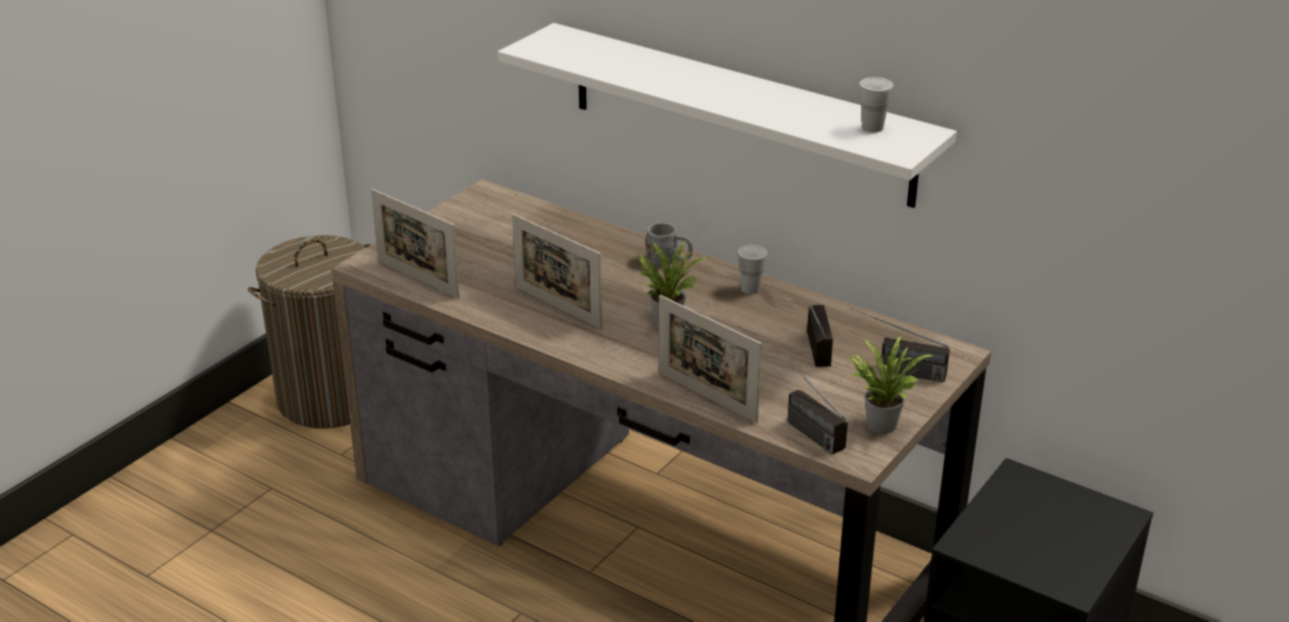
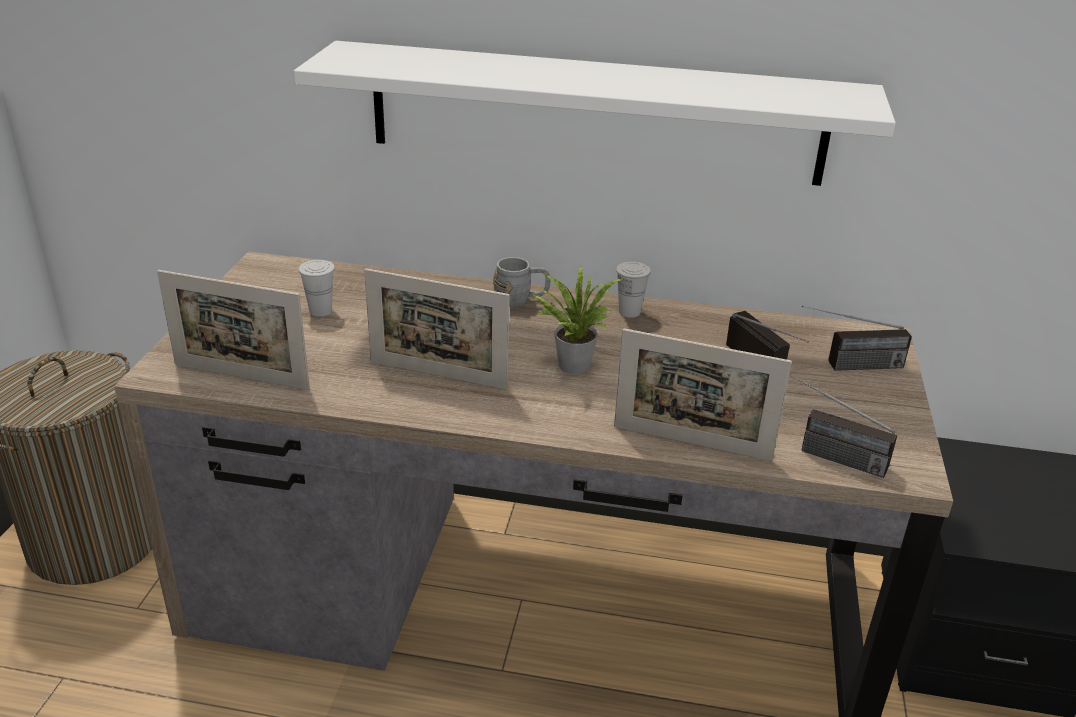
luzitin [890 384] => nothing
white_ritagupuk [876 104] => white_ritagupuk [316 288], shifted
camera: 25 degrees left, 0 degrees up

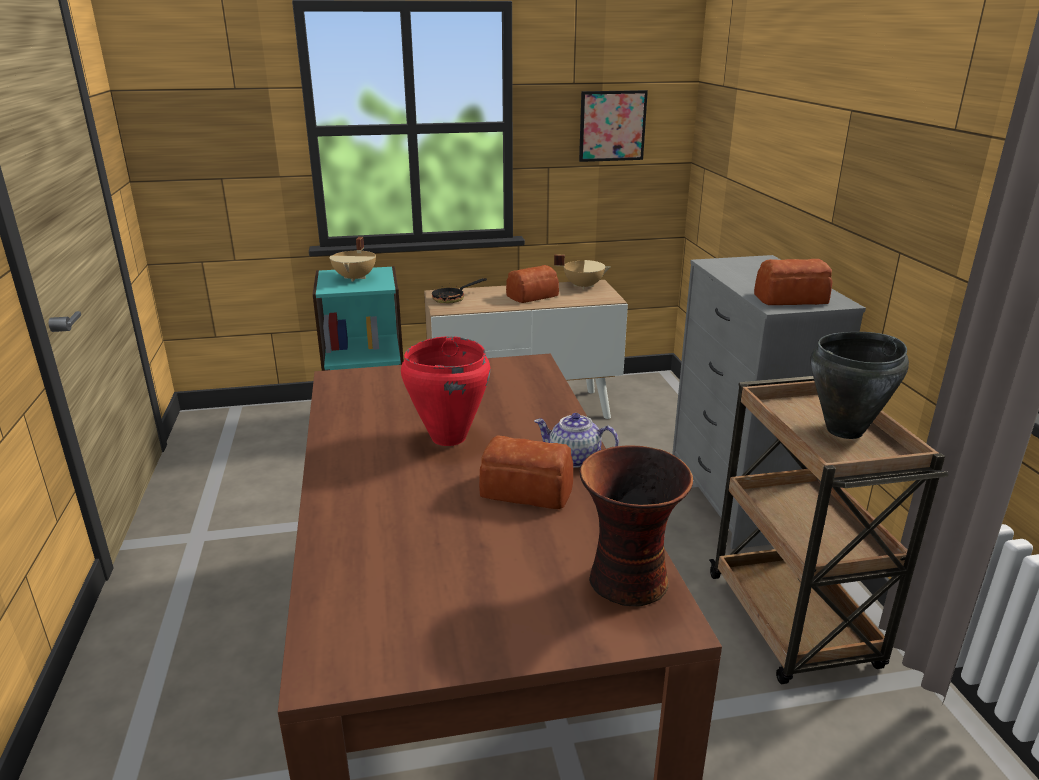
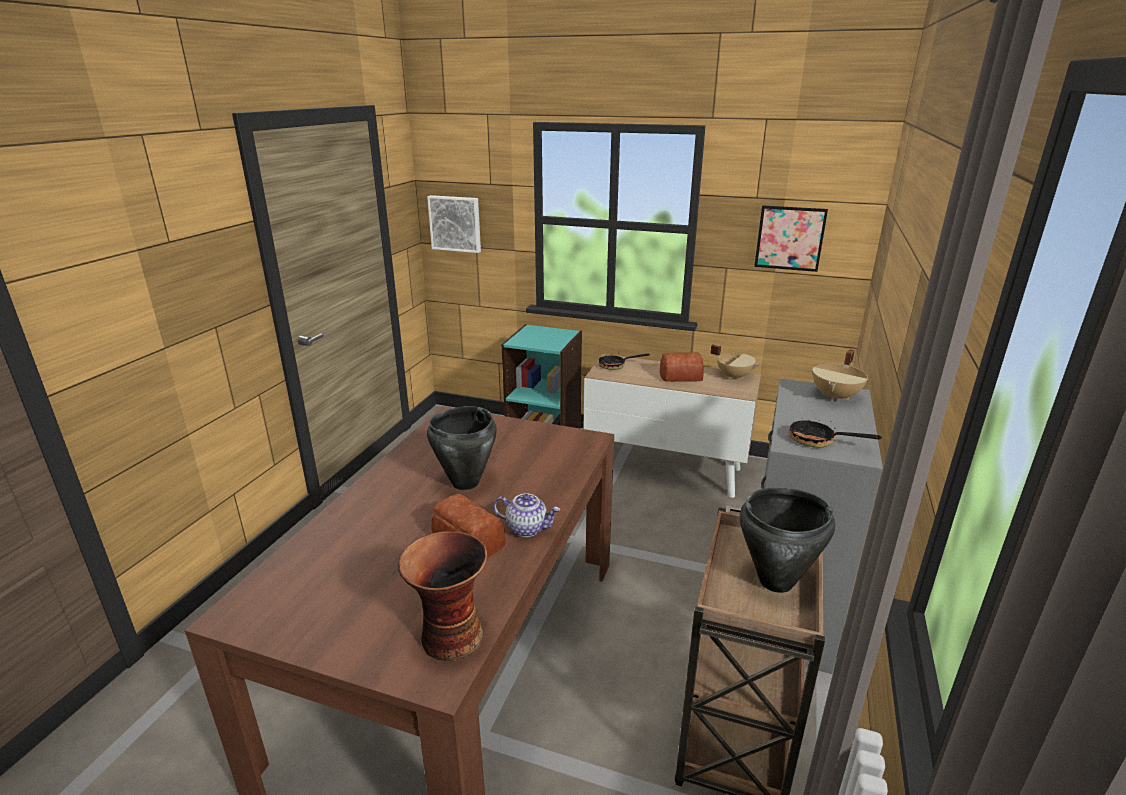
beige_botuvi [353 259] => beige_botuvi [840 375], shifted
red_botuvi [445 391] => black_botuvi [462 448]
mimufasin [576 440] => mimufasin [526 515], 150 degrees clockwise
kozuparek [793 282] => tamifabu [835 434]
nothing => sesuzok [454 224]
camera: 30 degrees right, 0 degrees up

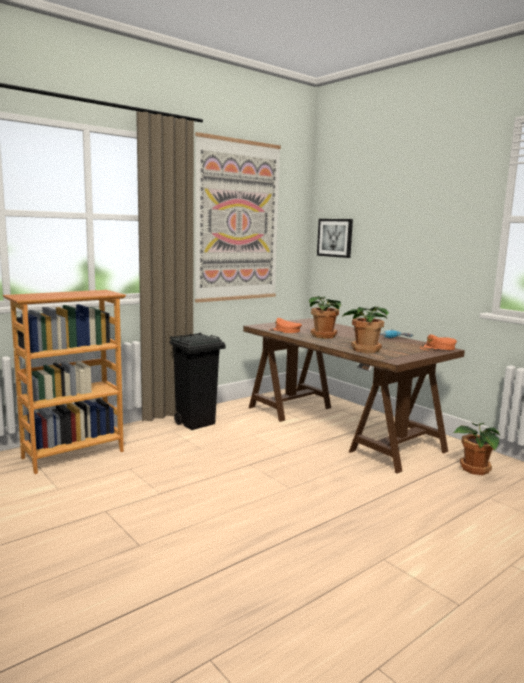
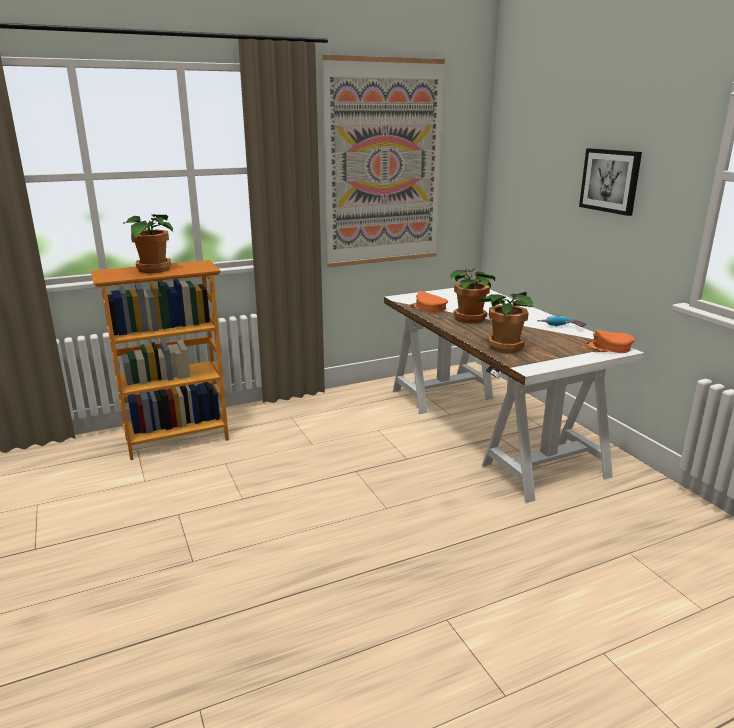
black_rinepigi [198 381] => nothing
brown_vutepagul [354 396] => white_vutepagul [514 395]
sesuzok [335 238] => sesuzok [610 182], shifted
luzitin [477 448] => luzitin [148 243], shifted
camera: 15 degrees right, 10 degrees up

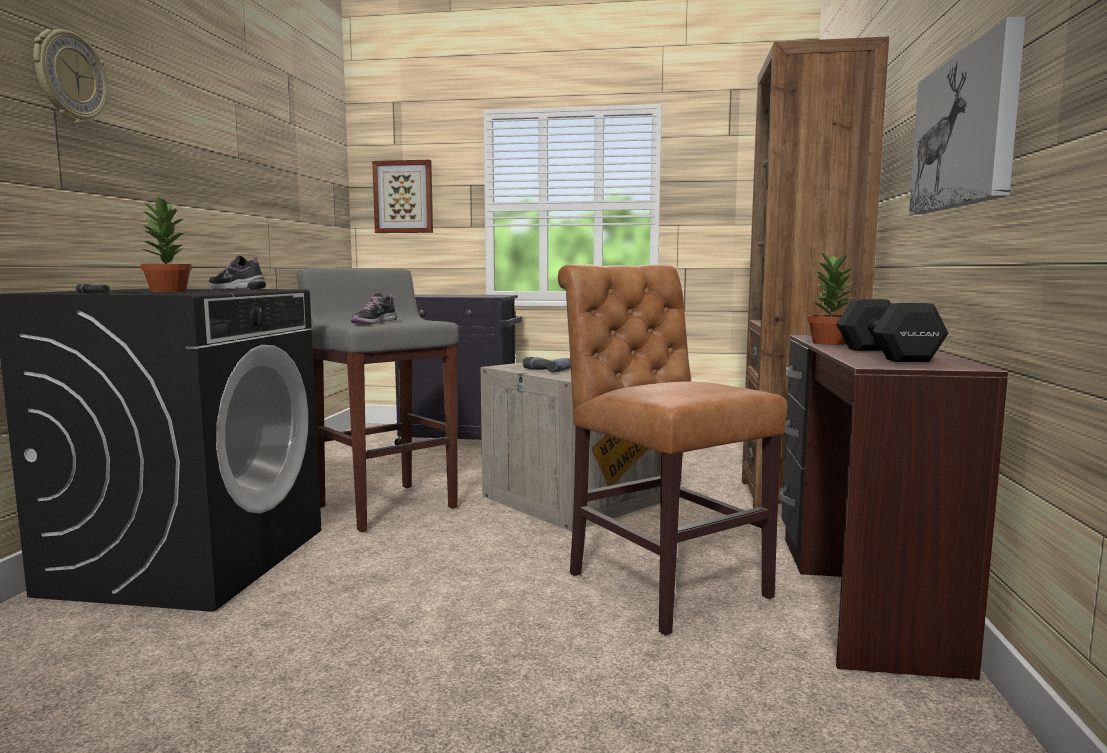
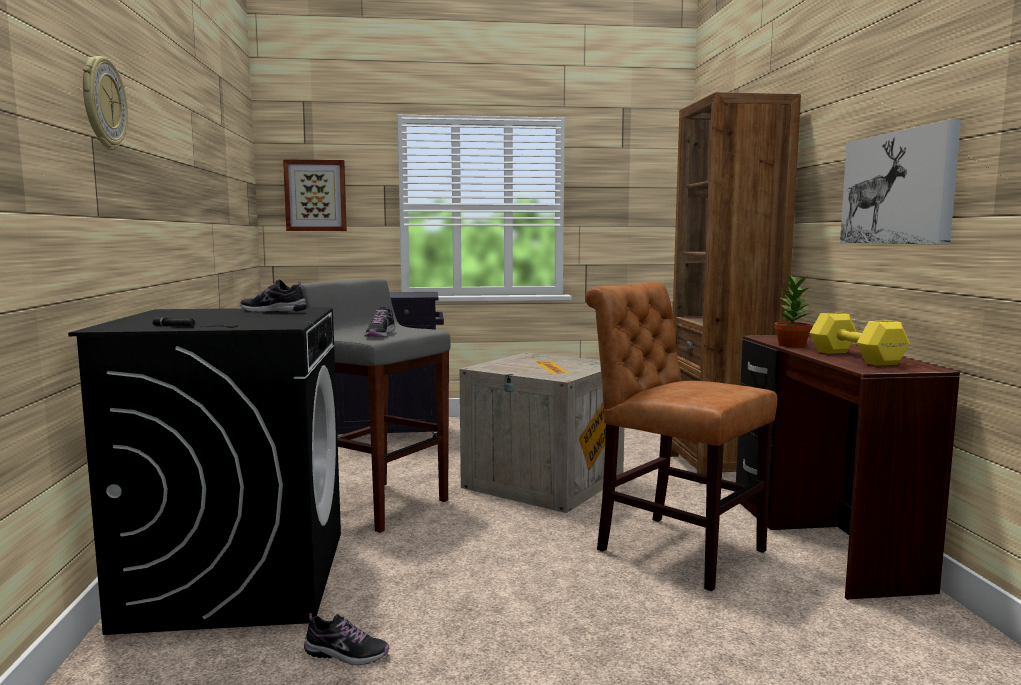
luzitin [165 244] => nothing
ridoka [547 365] => nothing
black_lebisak [892 330] => yellow_lebisak [860 339]
nothing => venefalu [347 639]
camera: 15 degrees left, 0 degrees up

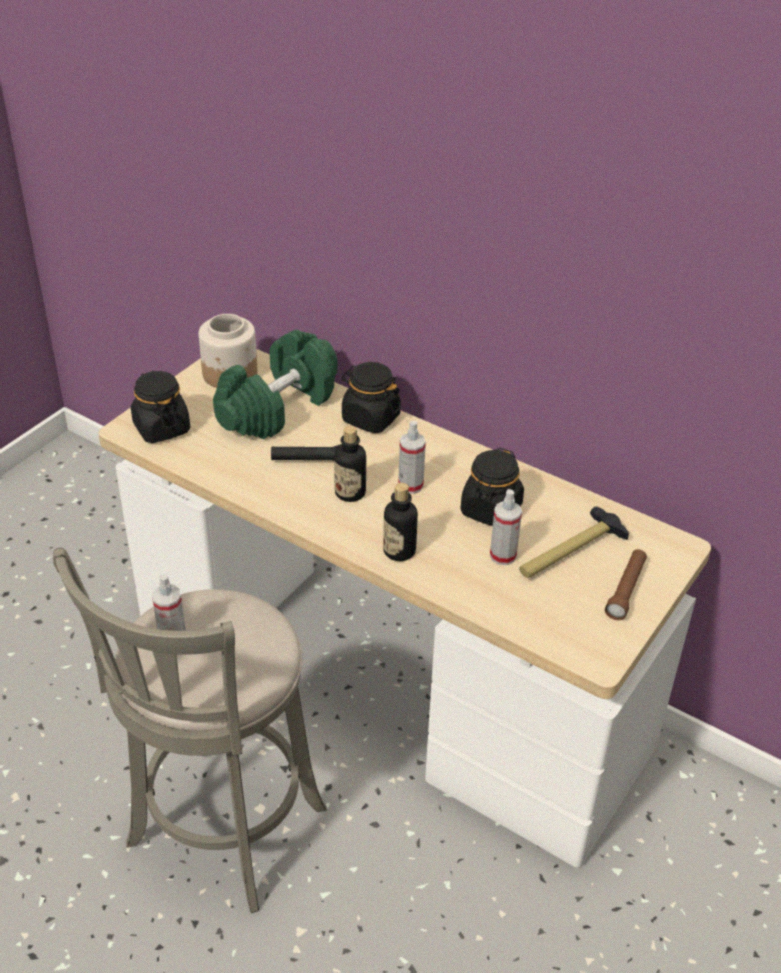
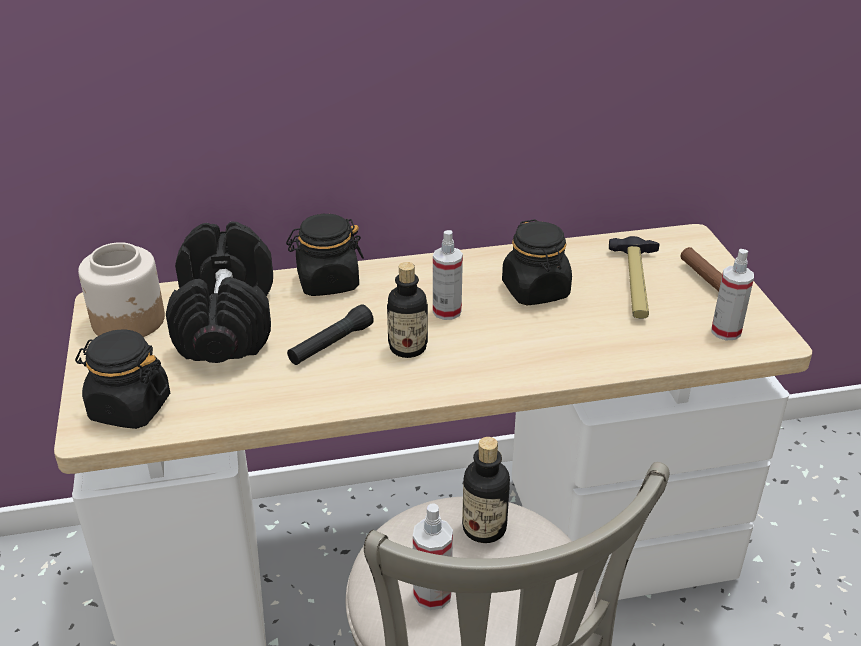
green_lebisak [275 385] => black_lebisak [219 292]
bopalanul [400 522] => bopalanul [486 490], shifted
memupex [506 527] => memupex [733 294], shifted
camera: 45 degrees left, 5 degrees down

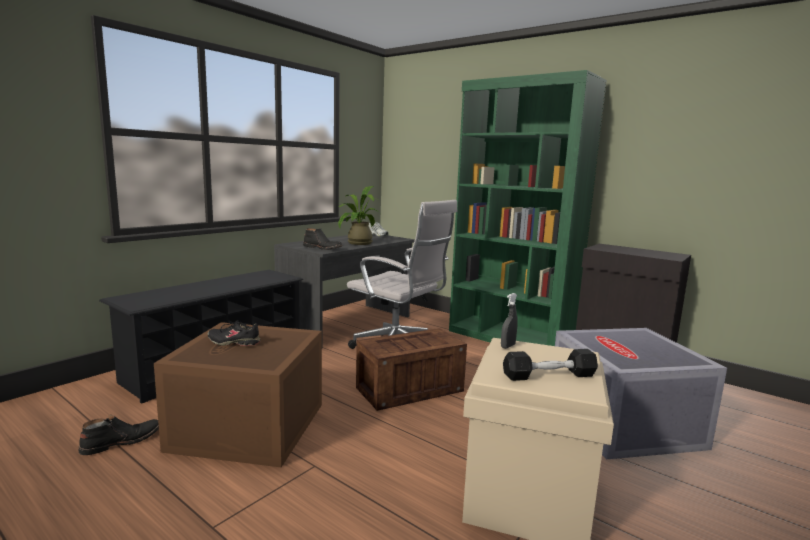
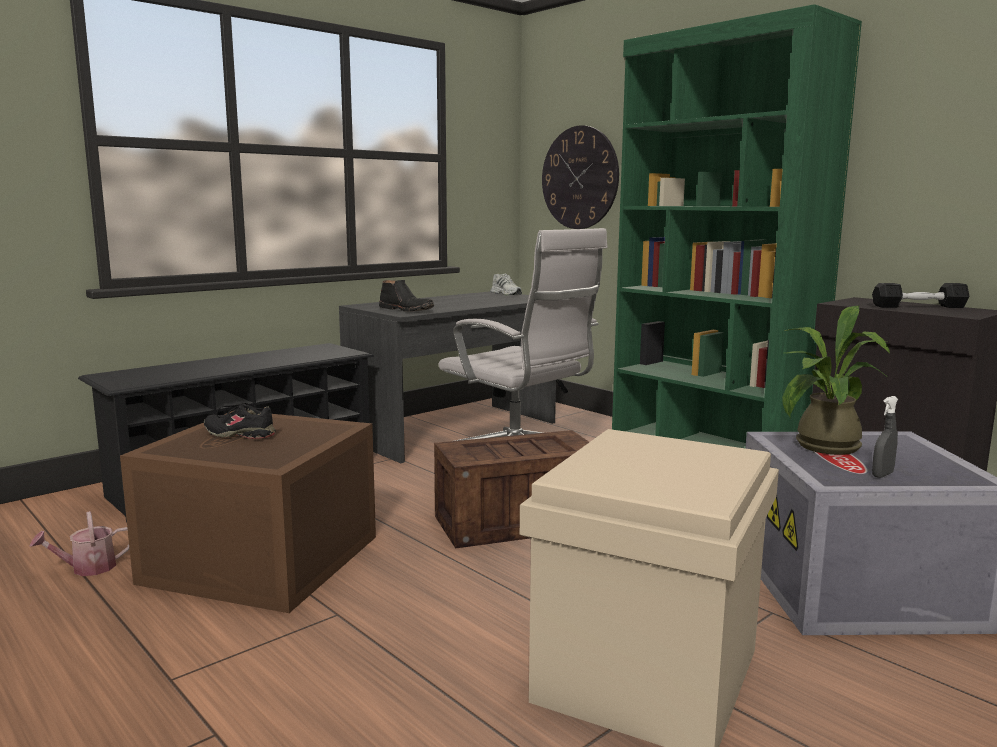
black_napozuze [118 435] => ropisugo [79 543]
luzitin [359 215] => luzitin [836 380], shifted
grey_memupex [509 321] => grey_memupex [885 437], shifted
black_lebisak [550 365] => black_lebisak [920 295], shifted
nothing => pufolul [580 177]
camera: 10 degrees right, 0 degrees up

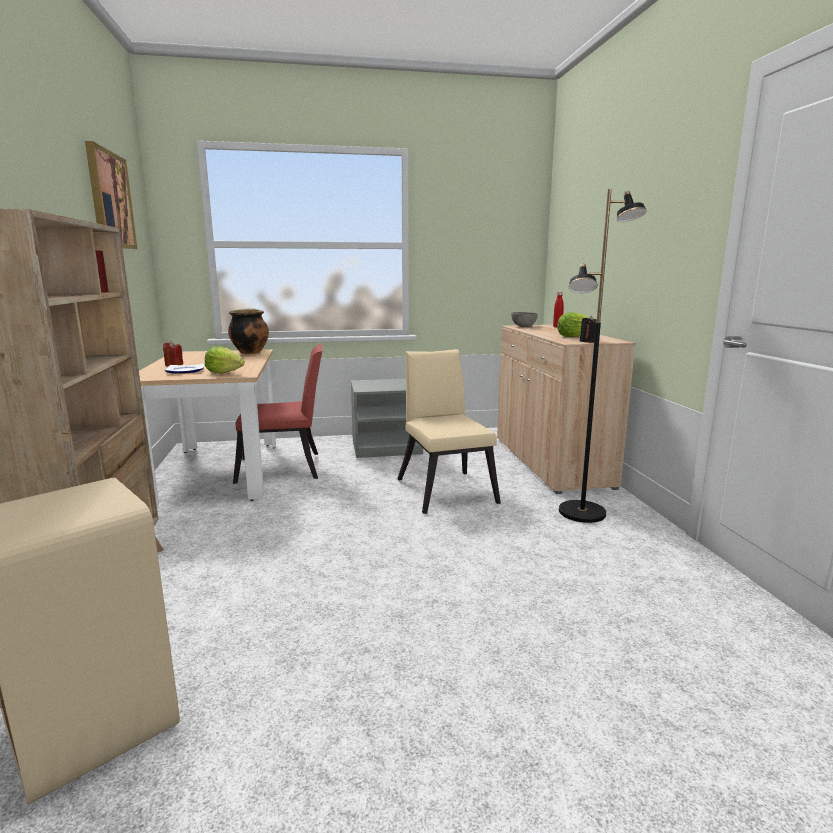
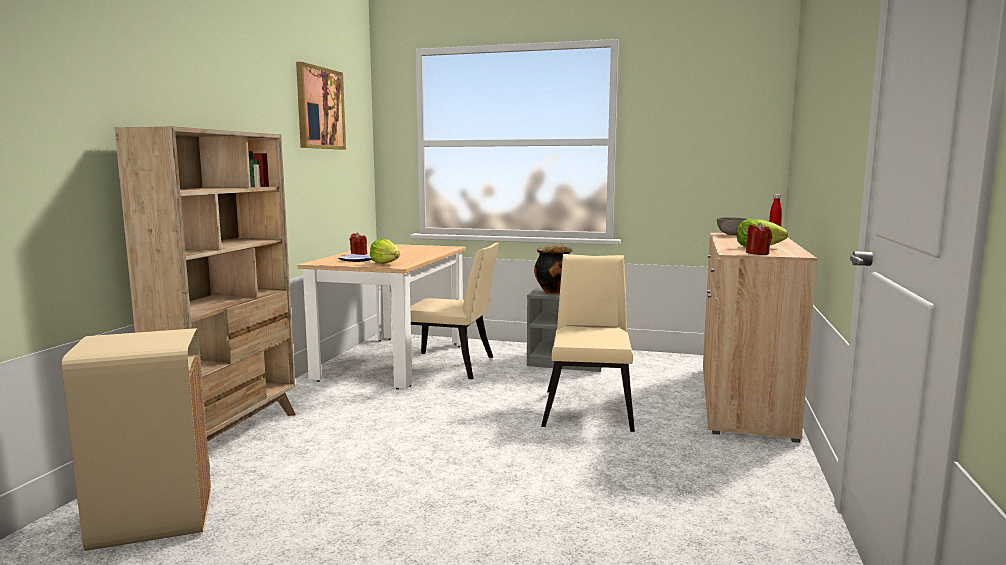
botuvi [248 331] => botuvi [553 269], shifted
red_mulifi [277 414] => beige_mulifi [454 311]
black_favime [603 356] => nothing
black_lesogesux [588 329] => red_lesogesux [759 238]
camera: 25 degrees right, 5 degrees down

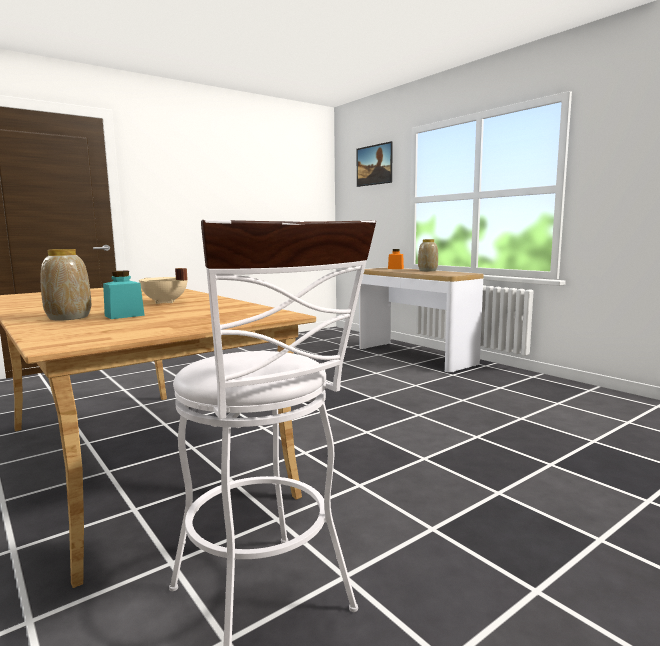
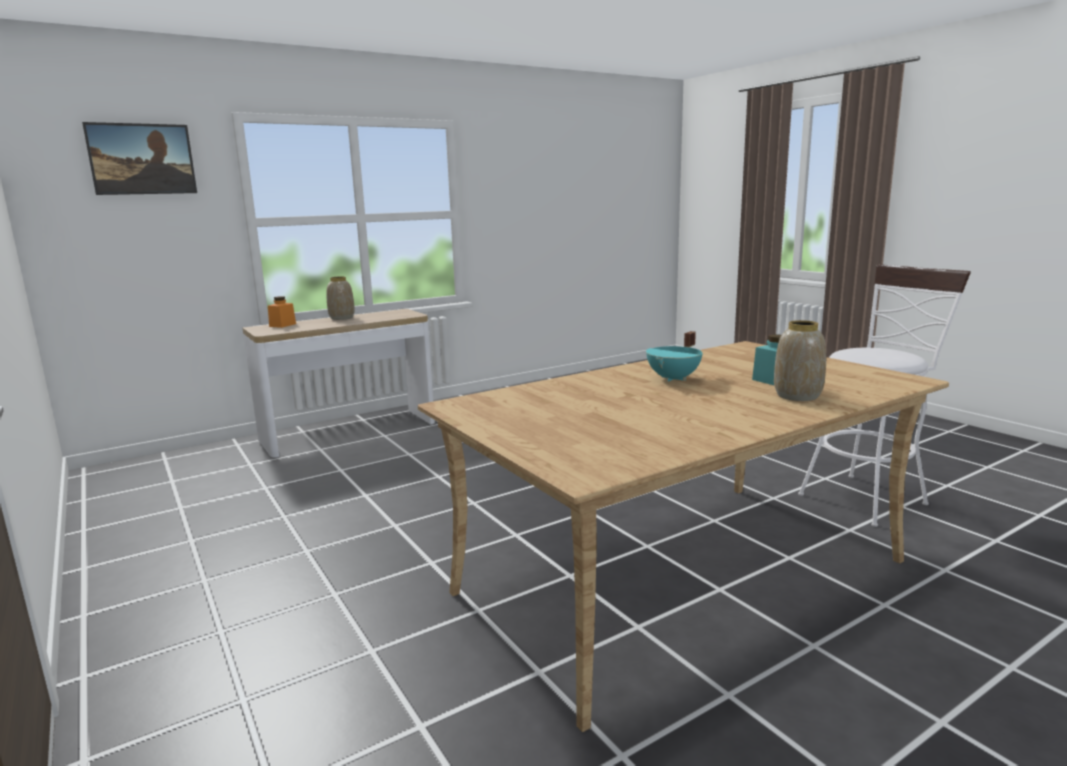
beige_botuvi [163 286] => turquoise_botuvi [674 356]
camera: 85 degrees left, 5 degrees up

